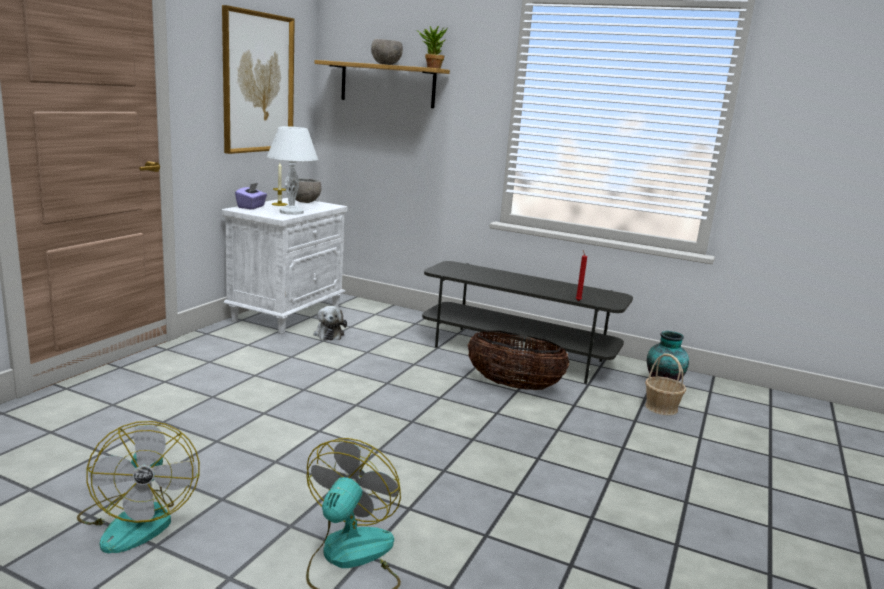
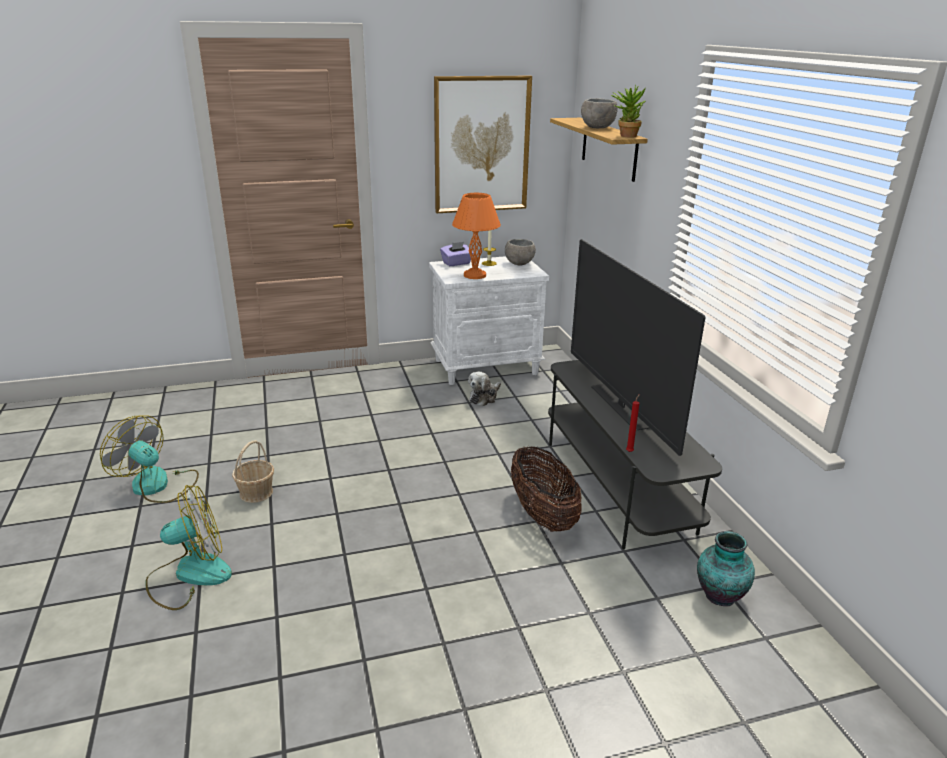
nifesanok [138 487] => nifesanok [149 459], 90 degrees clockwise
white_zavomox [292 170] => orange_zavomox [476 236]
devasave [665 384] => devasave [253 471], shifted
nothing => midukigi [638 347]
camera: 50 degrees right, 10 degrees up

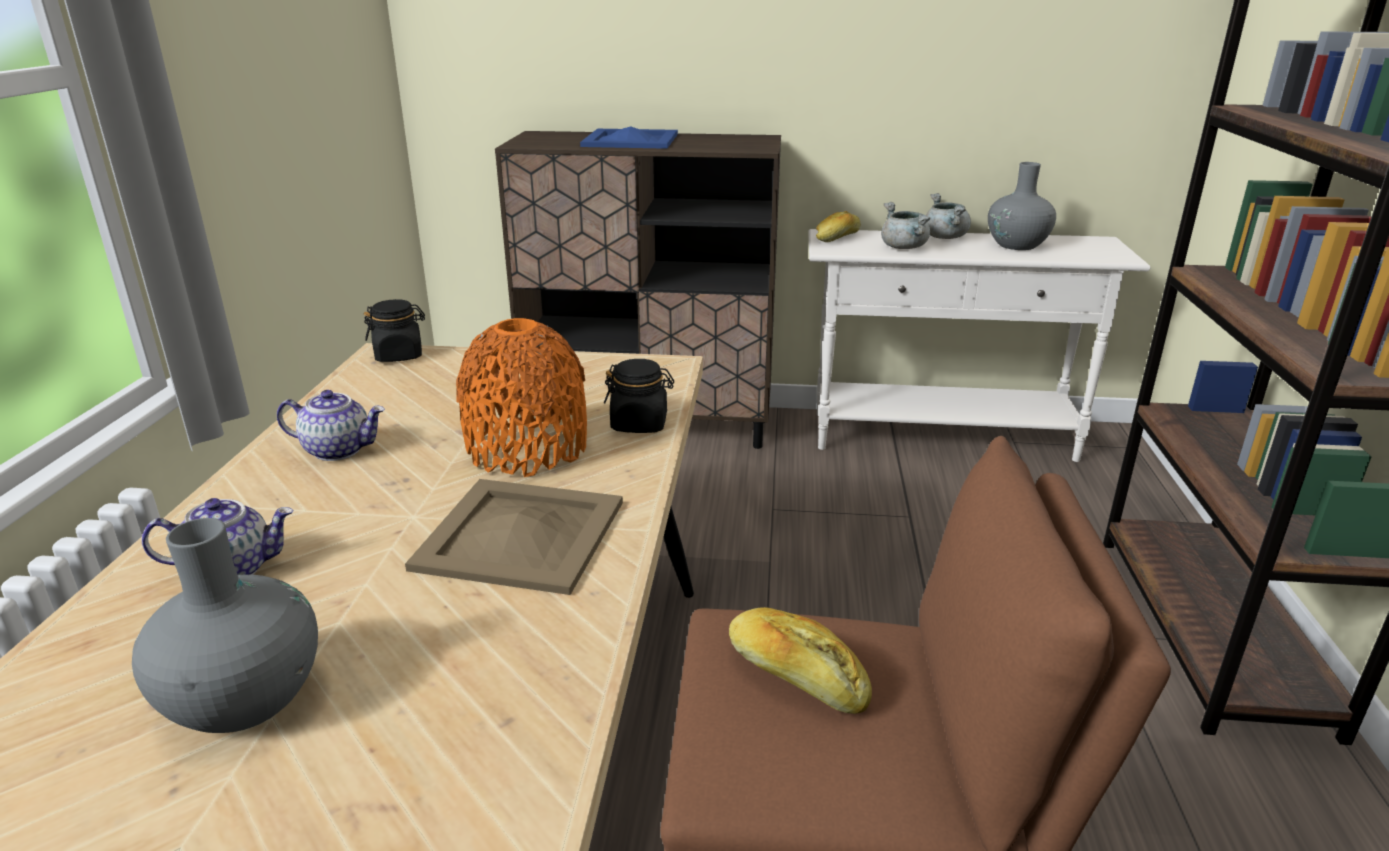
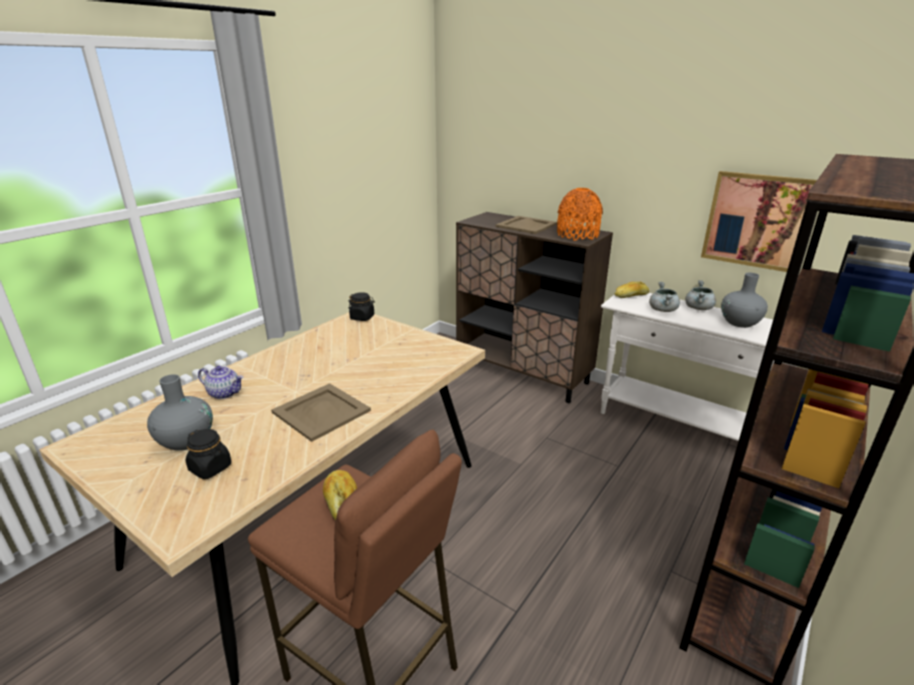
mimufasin [331 425] => nothing
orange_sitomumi [521 397] => orange_sitomumi [580 214], shifted
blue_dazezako [629 137] => beige_dazezako [526 225]
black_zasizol [639 396] => black_zasizol [208 454], shifted
nothing => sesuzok [759 221]
camera: 30 degrees right, 0 degrees up

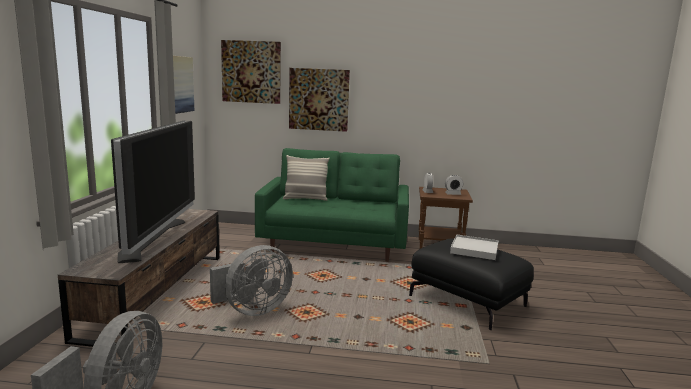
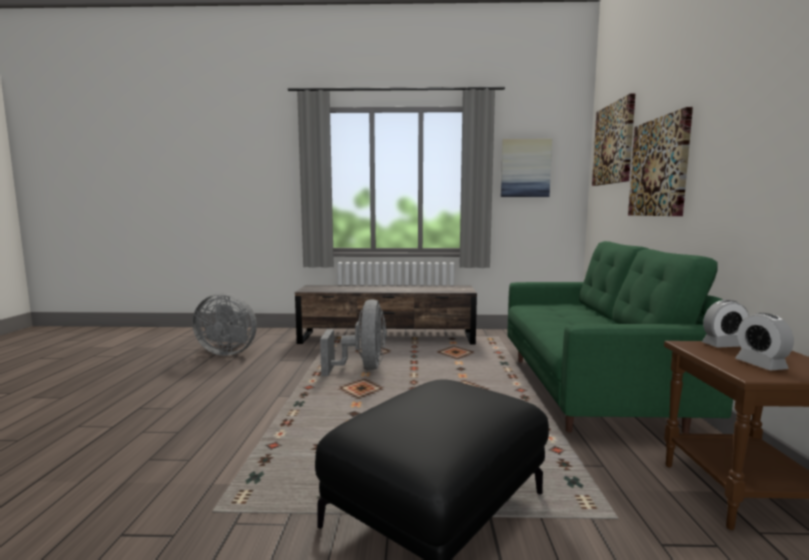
midukigi [153 192] => nothing
grey_nifesanok [251 280] => grey_nifesanok [353 337], 135 degrees counterclockwise
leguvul [306 178] => nothing
white_dazezako [474 247] => nothing
camera: 85 degrees right, 5 degrees down

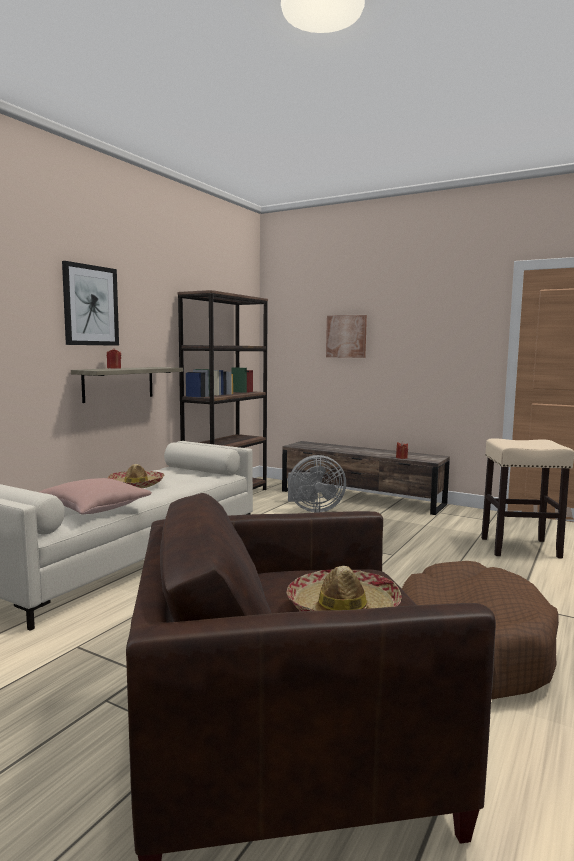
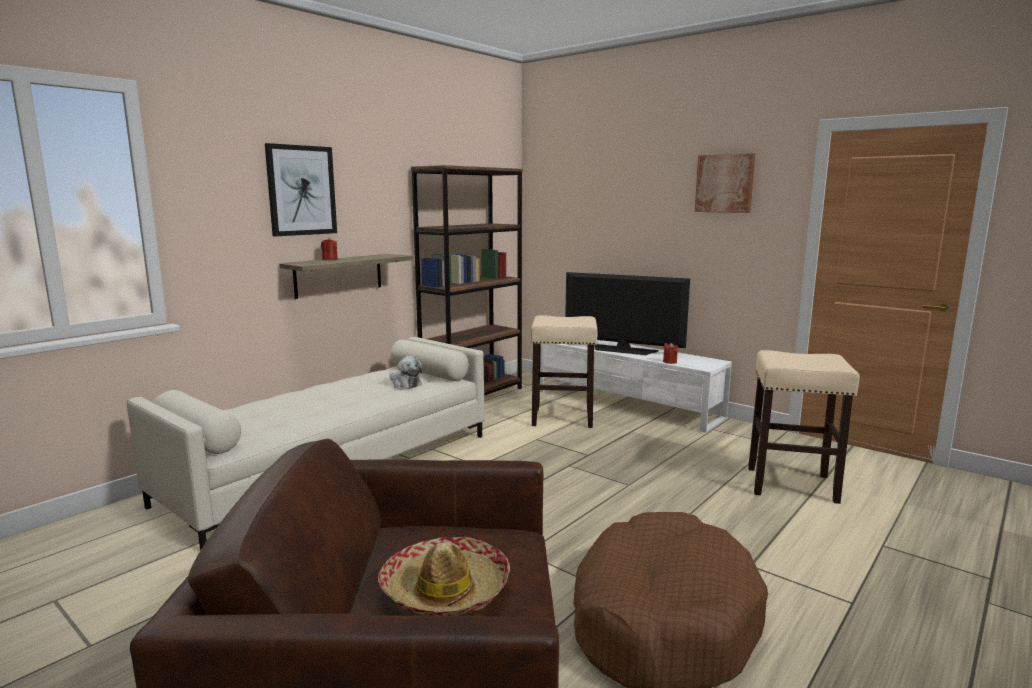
pink_leguvul [96 496] => nothing
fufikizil [136 476] => nothing
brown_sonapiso [366 478] => white_sonapiso [636 386]
grey_nifesanok [317 483] => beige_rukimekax [564 371]
sesuzok [346 336] => sesuzok [725 183], shifted
nothing => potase [405 372]
nothing => midukigi [627 313]
camera: 10 degrees right, 5 degrees up

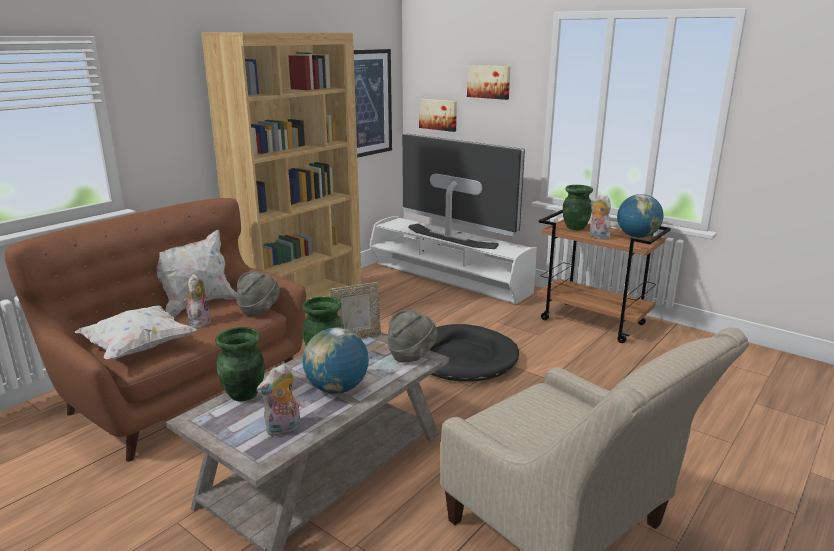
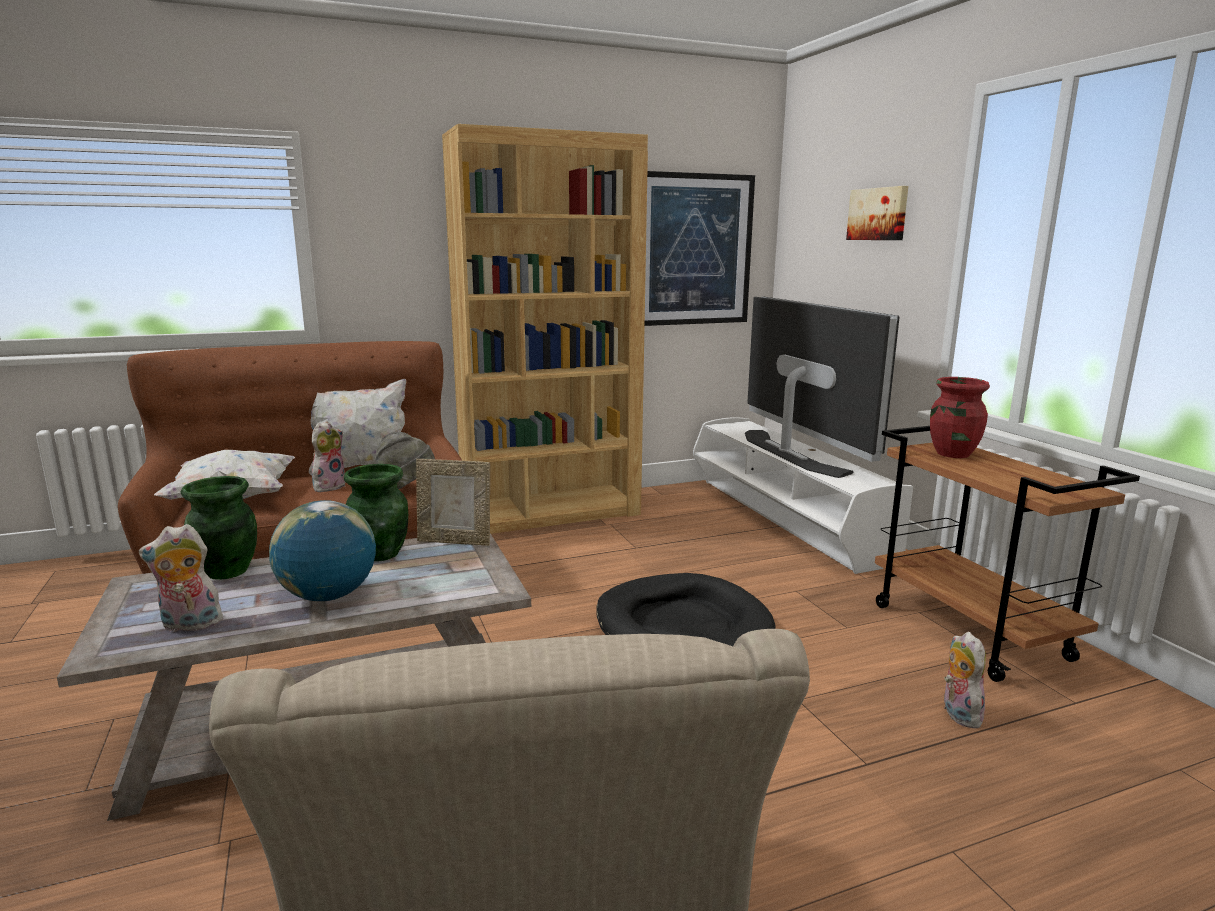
grey_fufikizil [412 336] => nothing
sesuzok [438 115] => nothing
green_sitomumi [578 207] => red_sitomumi [960 417]
potase [600 217] => potase [965 680], shifted
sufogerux [640 216] => nothing
camera: 30 degrees right, 5 degrees down

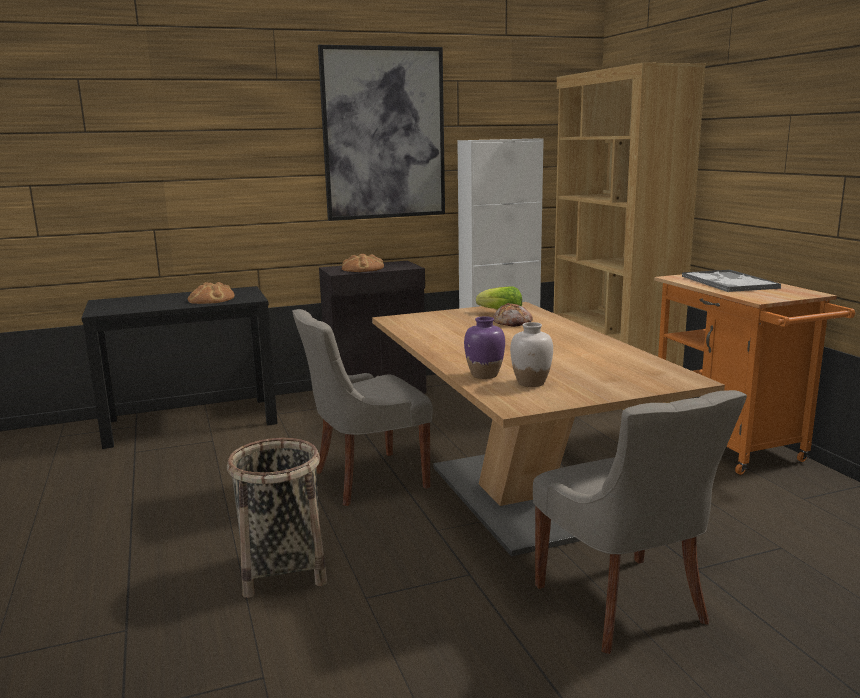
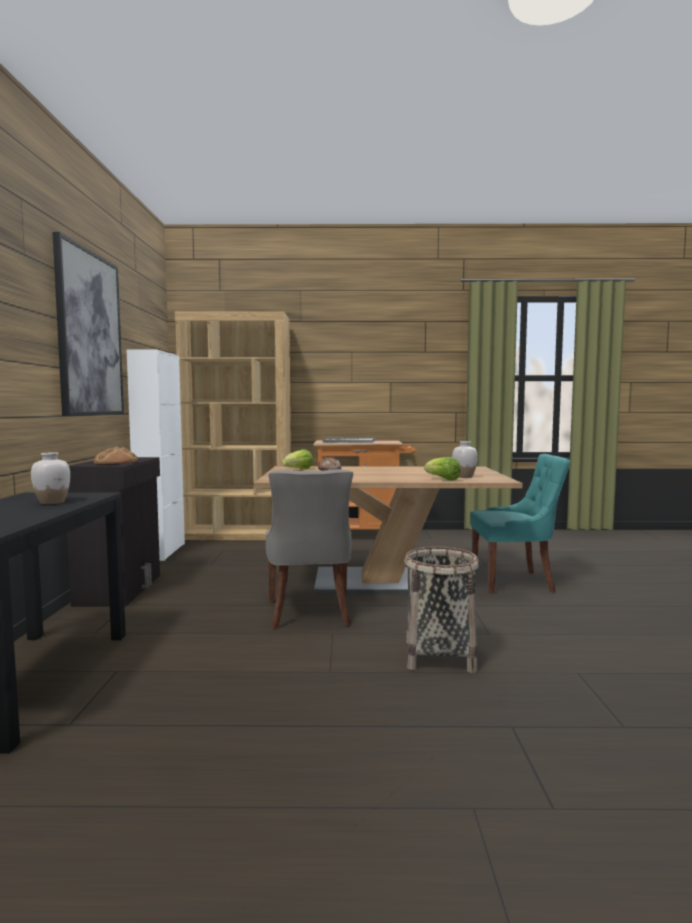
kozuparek [211 293] => white_sitomumi [50 478]
purple_sitomumi [484 347] => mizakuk [442 468]
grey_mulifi [640 522] => turquoise_mulifi [520 524]
camera: 70 degrees left, 10 degrees down

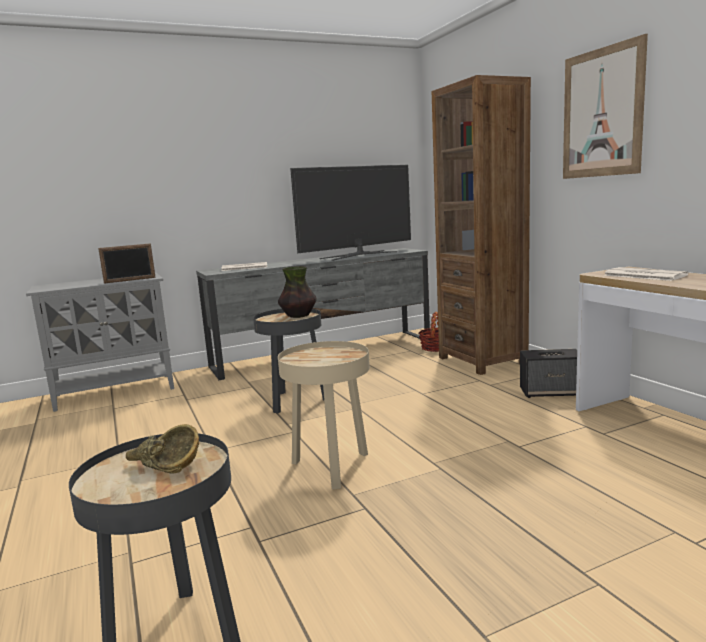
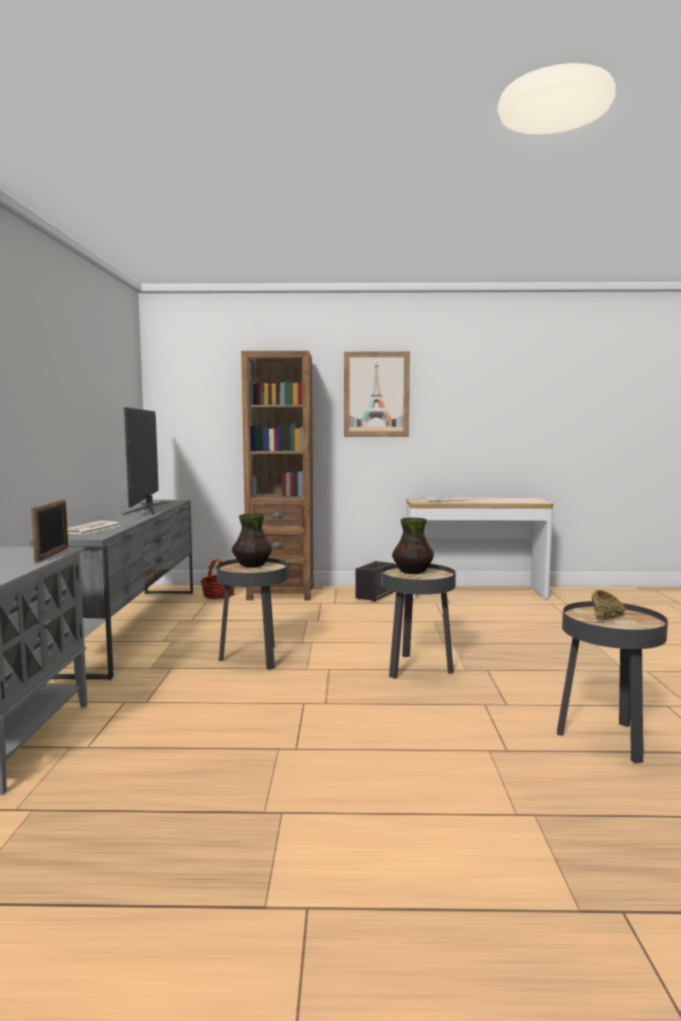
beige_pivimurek [324 415] => black_pivimurek [418 621]
nothing => sitomumi [413 546]
camera: 65 degrees left, 5 degrees down

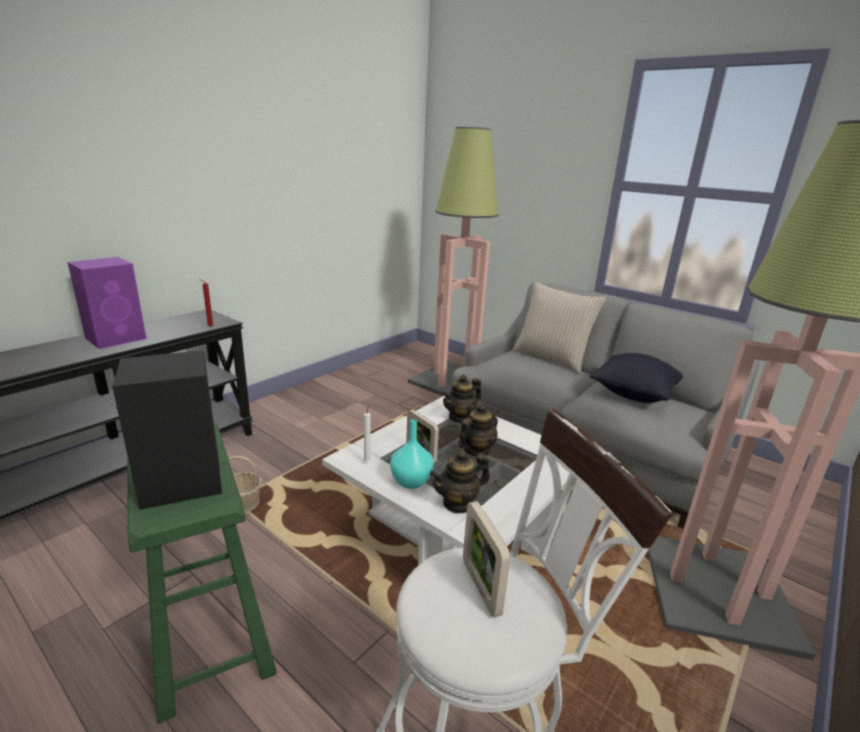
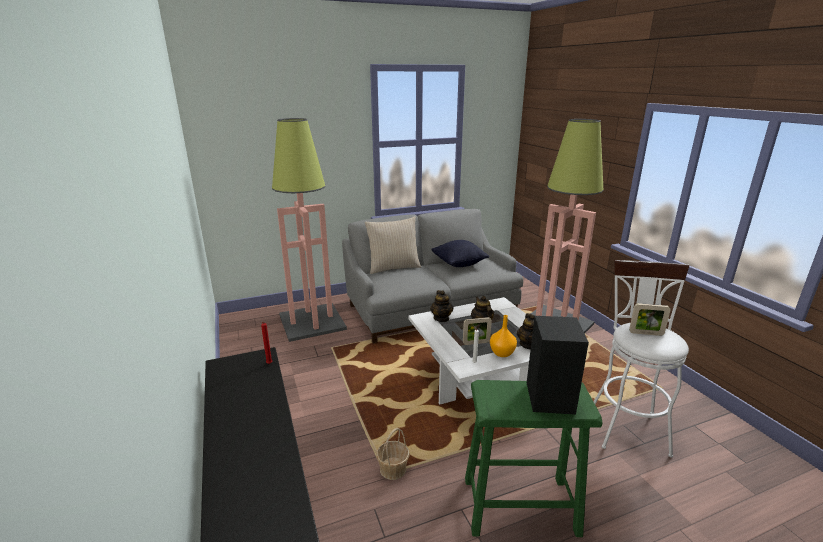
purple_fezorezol [107 303] => nothing
turquoise_sitomumi [412 454] => orange_sitomumi [503 336]
camera: 60 degrees left, 0 degrees up

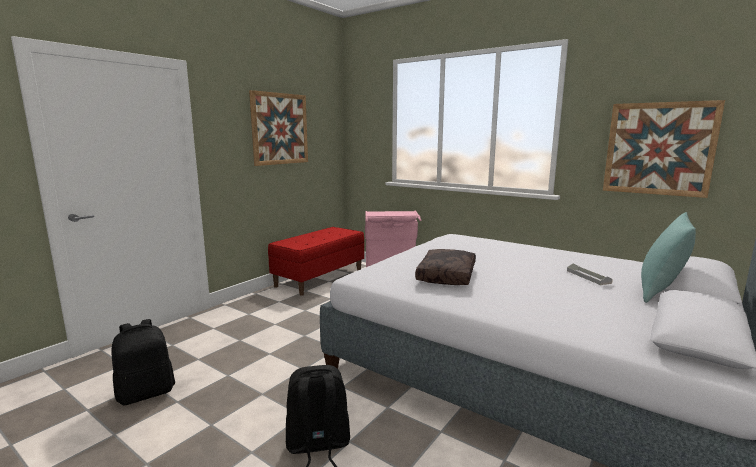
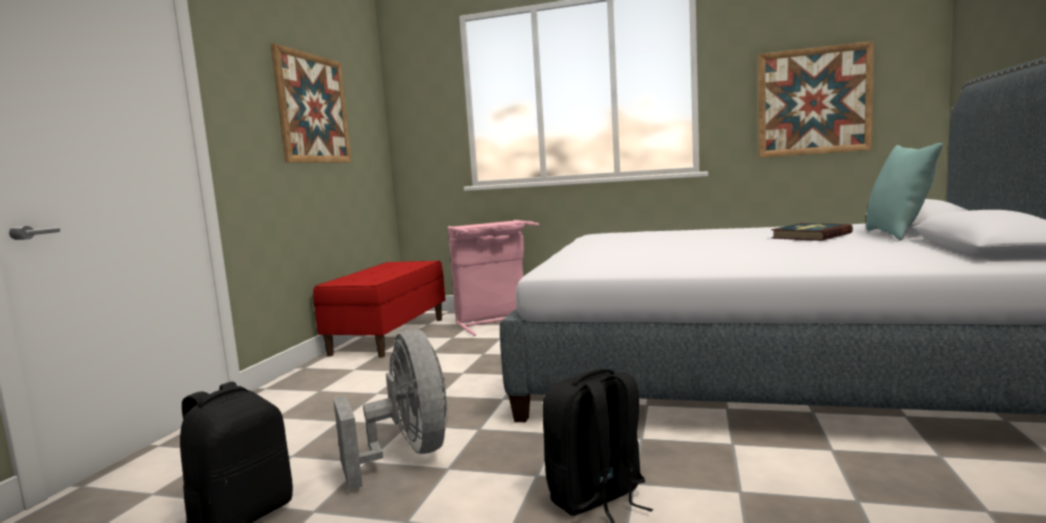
brown_leguvul [445 267] => nothing
grey_dazezako [590 274] => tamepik [812 232]
nothing => grey_nifesanok [390 409]
camera: 20 degrees left, 5 degrees down

